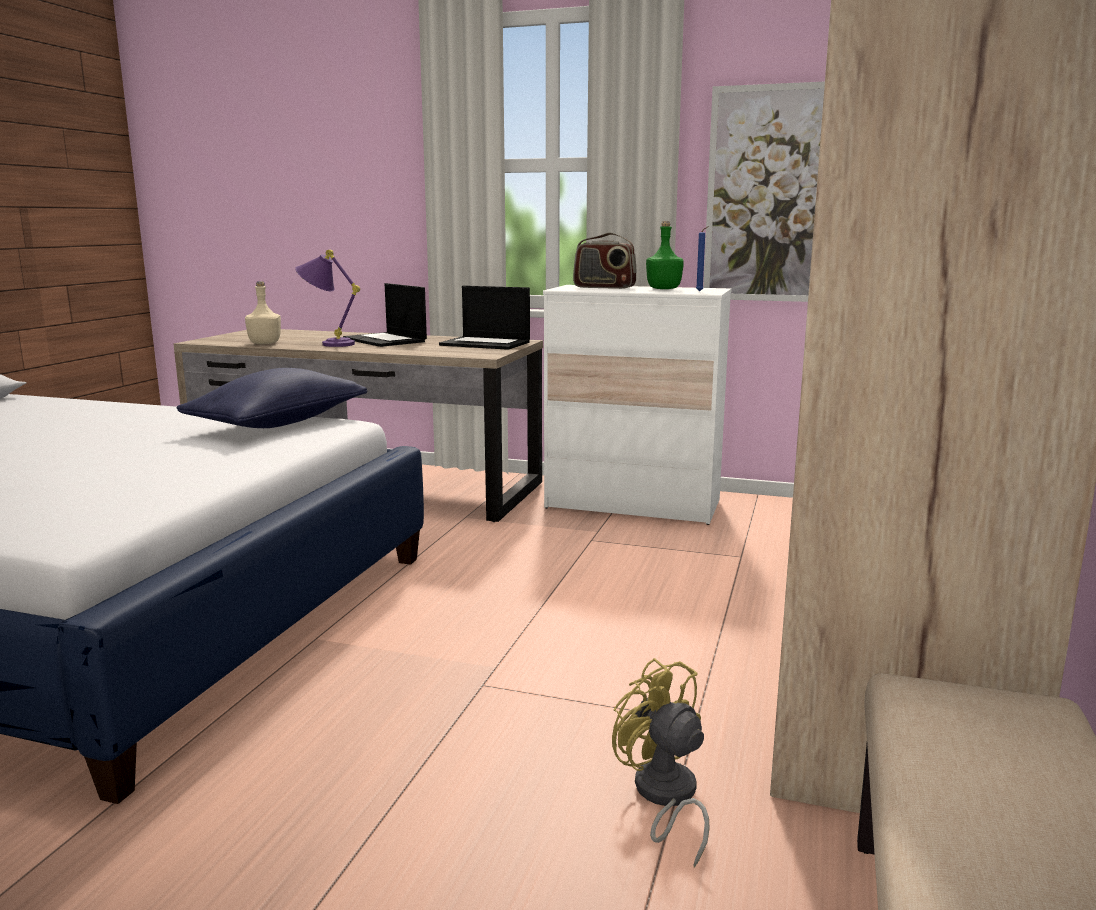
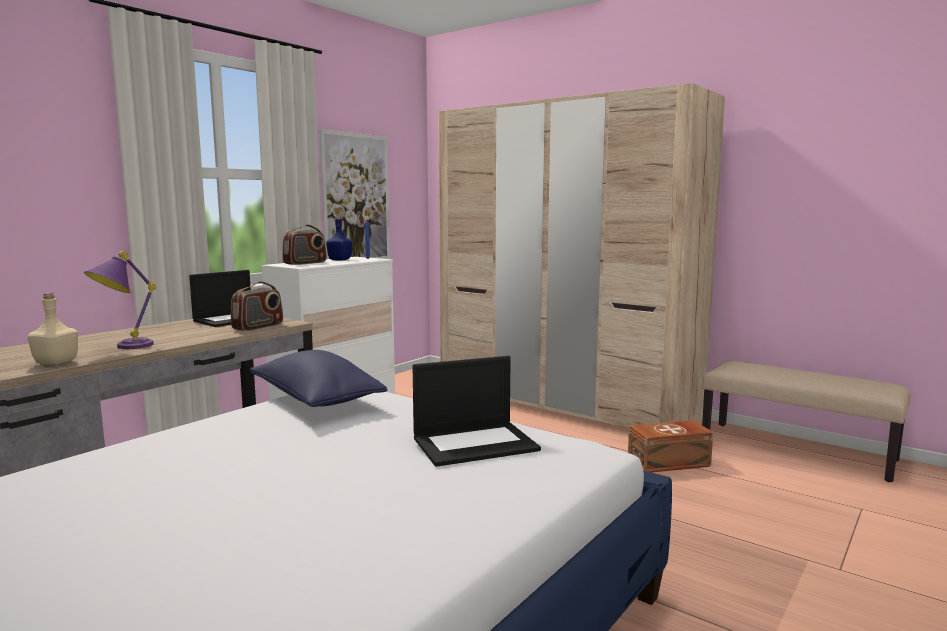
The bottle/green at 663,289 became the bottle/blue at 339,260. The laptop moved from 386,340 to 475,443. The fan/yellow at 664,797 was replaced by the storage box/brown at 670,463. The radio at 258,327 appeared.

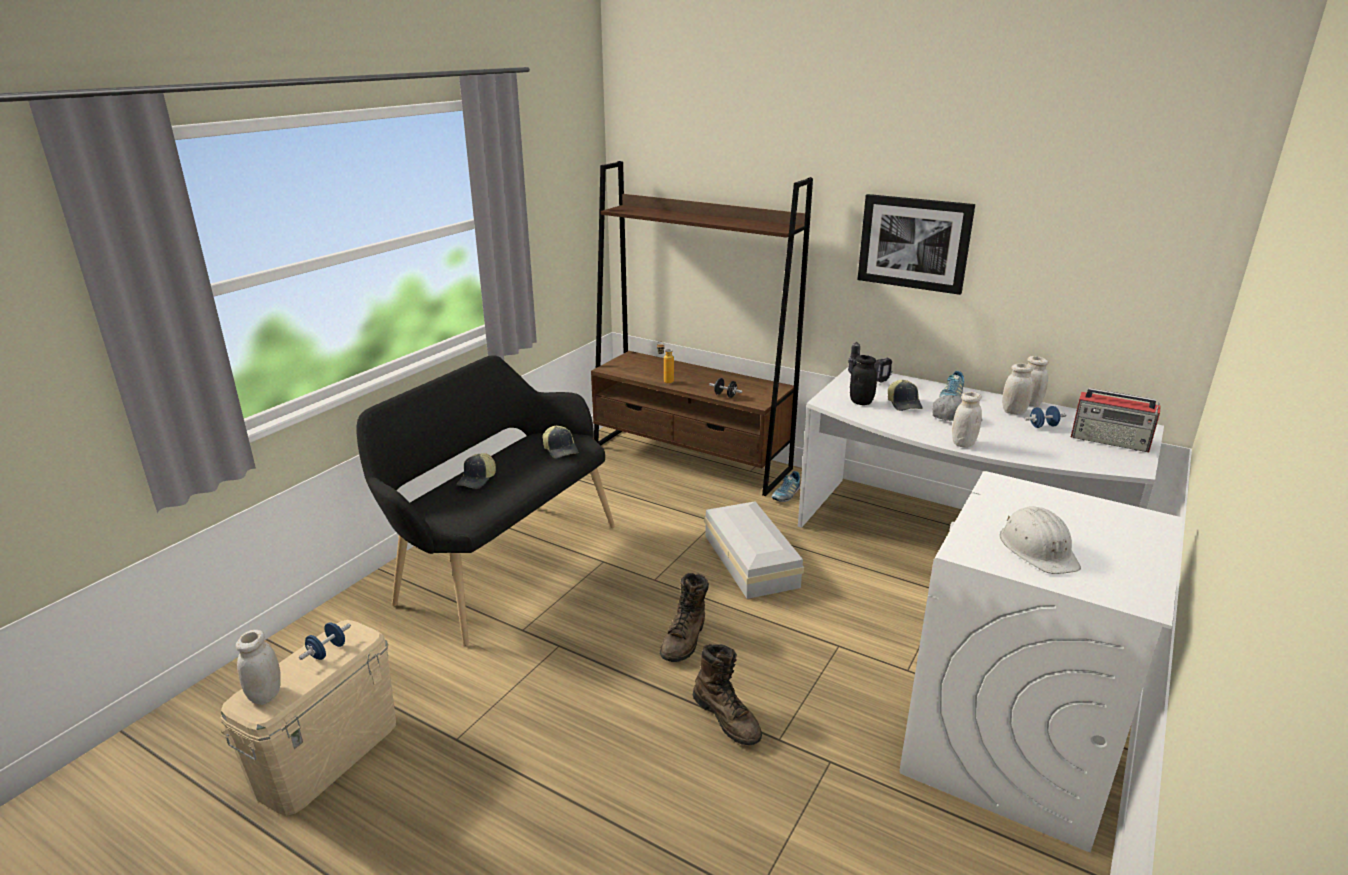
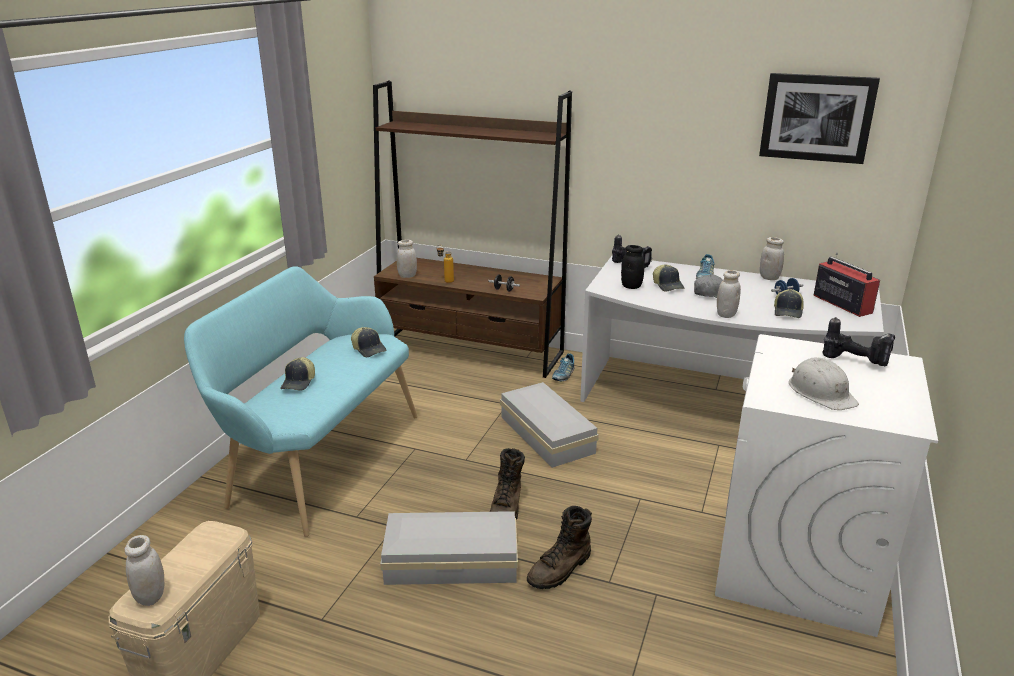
The picture moved from 914,243 to 817,118. The bench/black at 500,562 became the bench/turquoise at 318,459. The jar/white moved from 1014,411 to 407,276. The radio at 1111,441 turned 135 degrees counterclockwise. The dumbbell/blue at 327,651 disappeared. The boot/brown at 727,718 turned 90 degrees clockwise. The cap at 788,312 appeared. The power drill at 857,361 appeared. The storage box/white at 449,560 appeared.

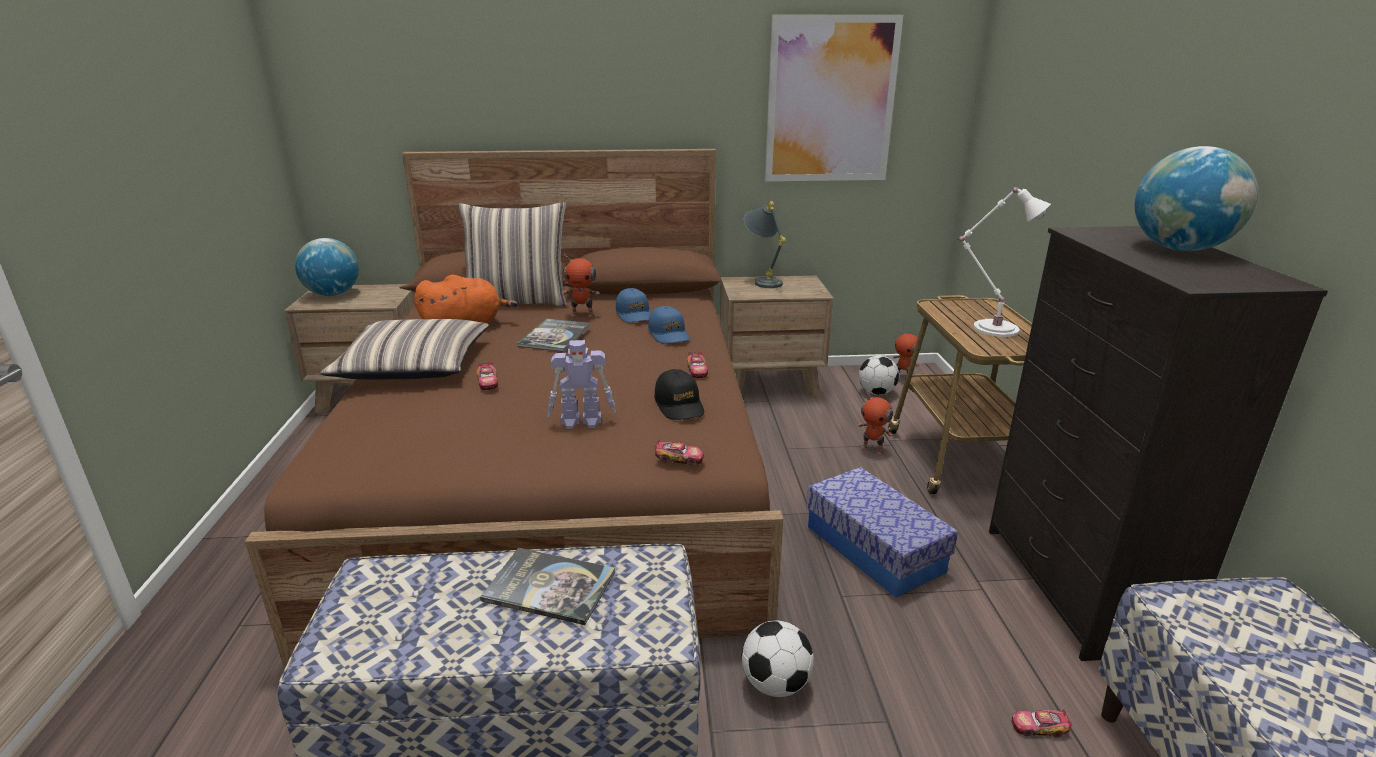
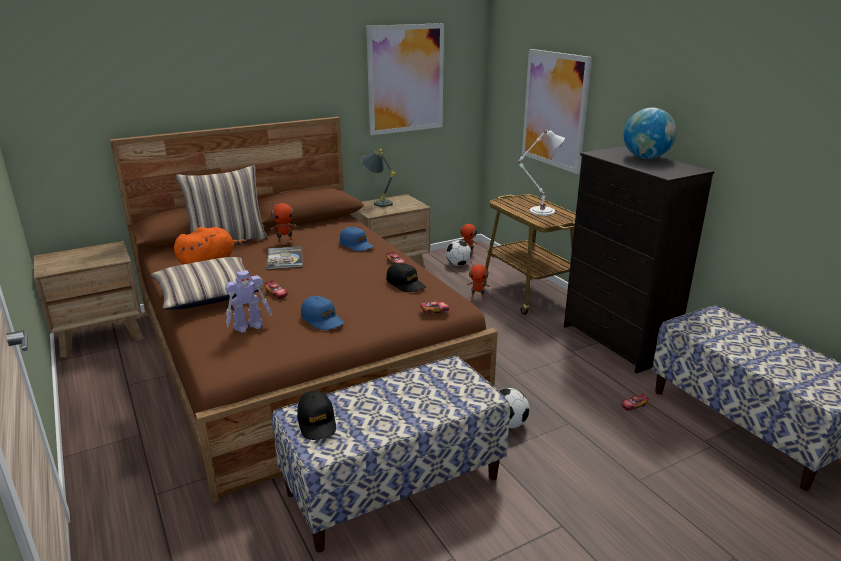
The globe at 333,294 disappeared. The cap/blue moved from 634,314 to 322,319. The toy robot moved from 582,421 to 249,326. The storage box at 873,548 disappeared. The book at 549,586 disappeared. The picture at 555,110 appeared. The cap/black at 317,422 appeared.

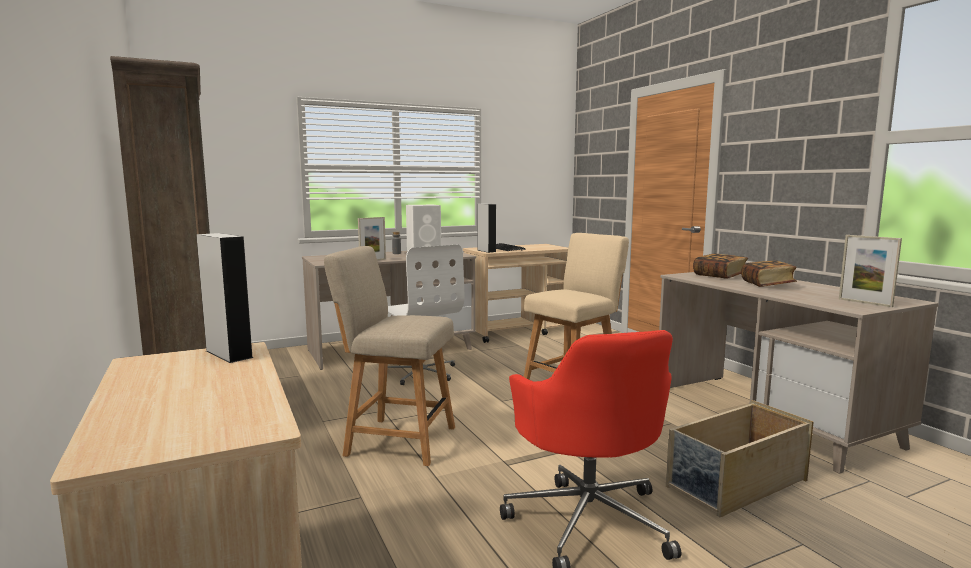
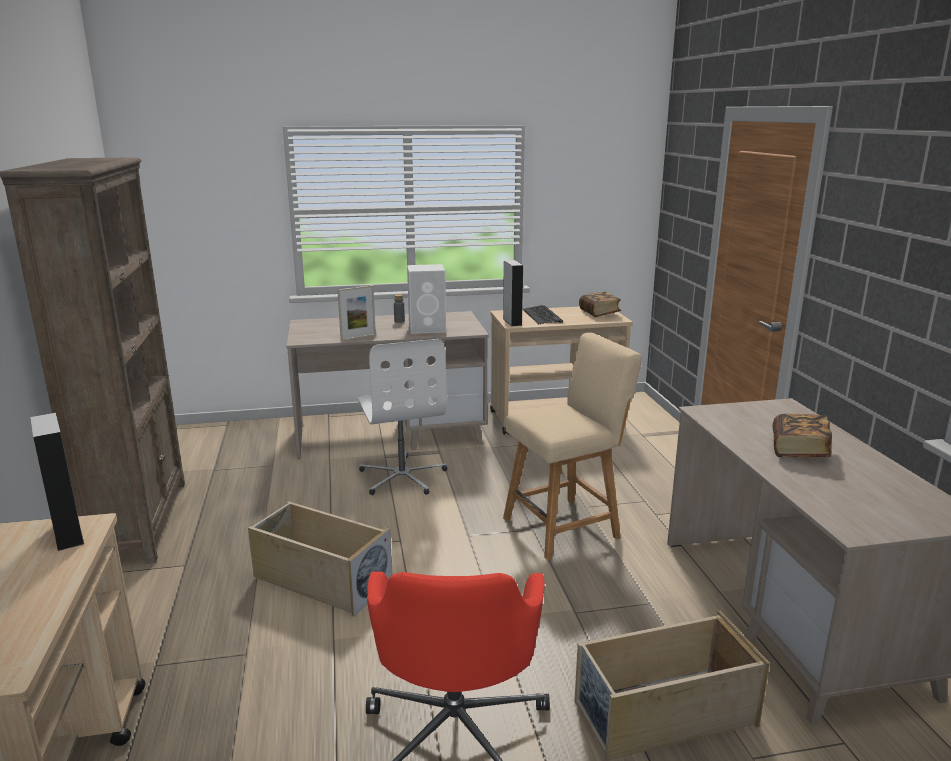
The picture frame at 865,303 disappeared. The chair/beige at 396,440 was replaced by the storage box/beige at 321,579. The book moved from 719,276 to 599,313.

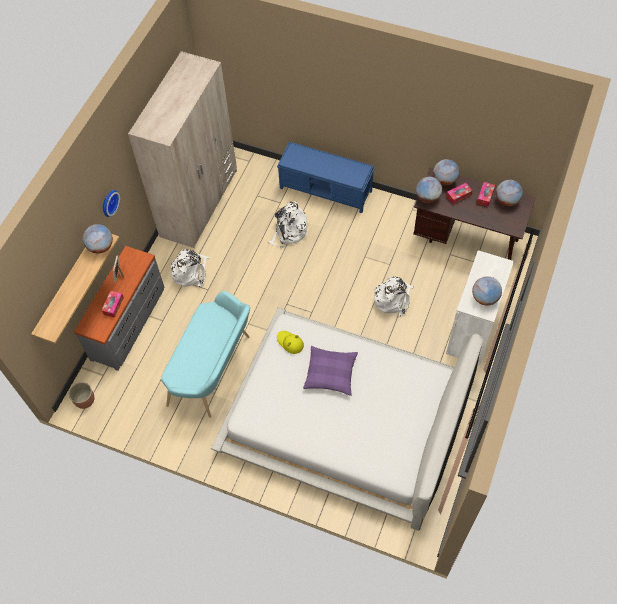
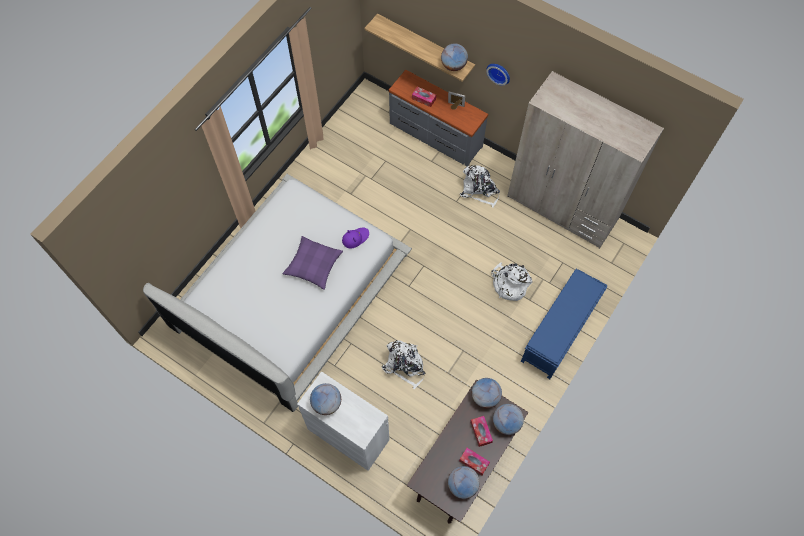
The bench/turquoise at 214,371 disappeared. The hat/yellow at 290,343 became the hat/purple at 355,238. The planter at 85,400 disappeared.

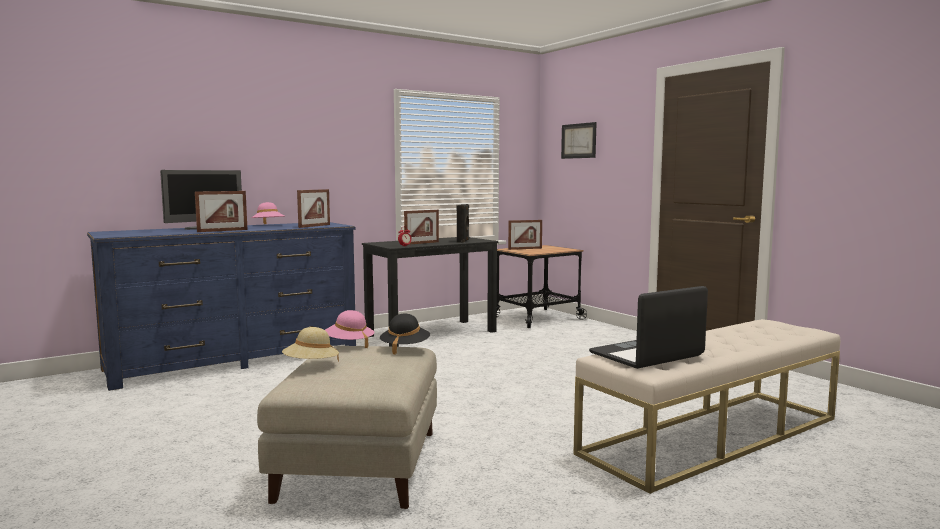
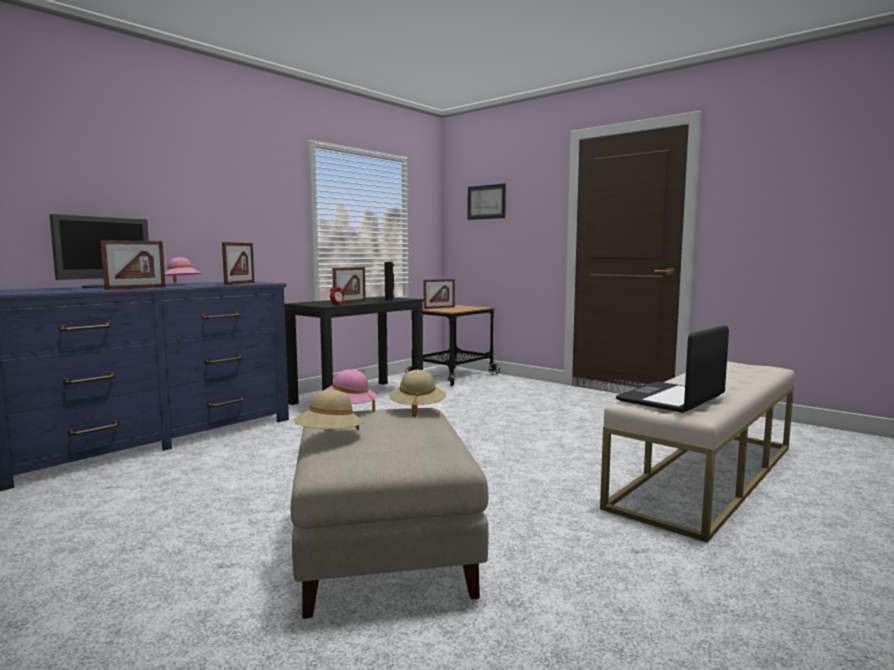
The hat/black at 405,348 became the hat/beige at 417,409.

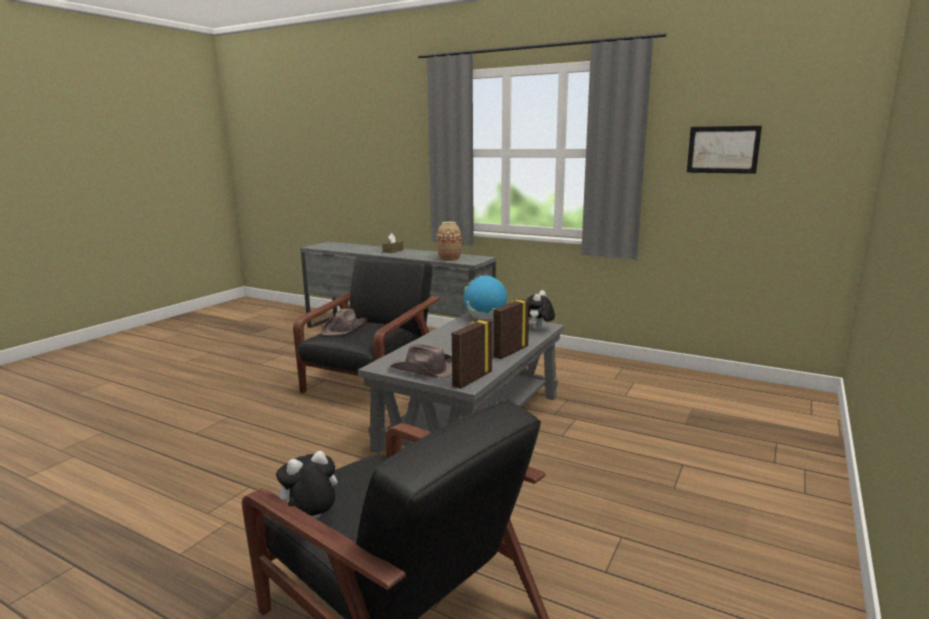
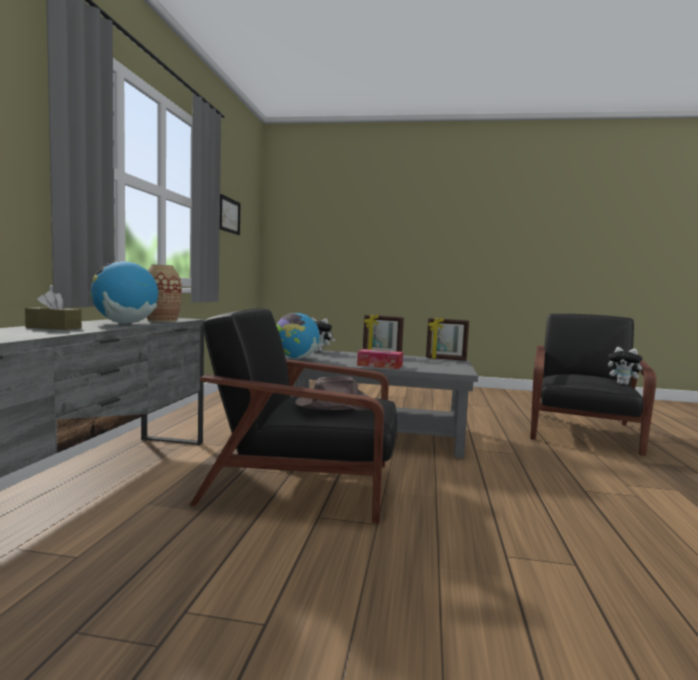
The hat/brown at 425,370 disappeared. The globe at 125,323 appeared. The tissue box at 379,365 appeared.

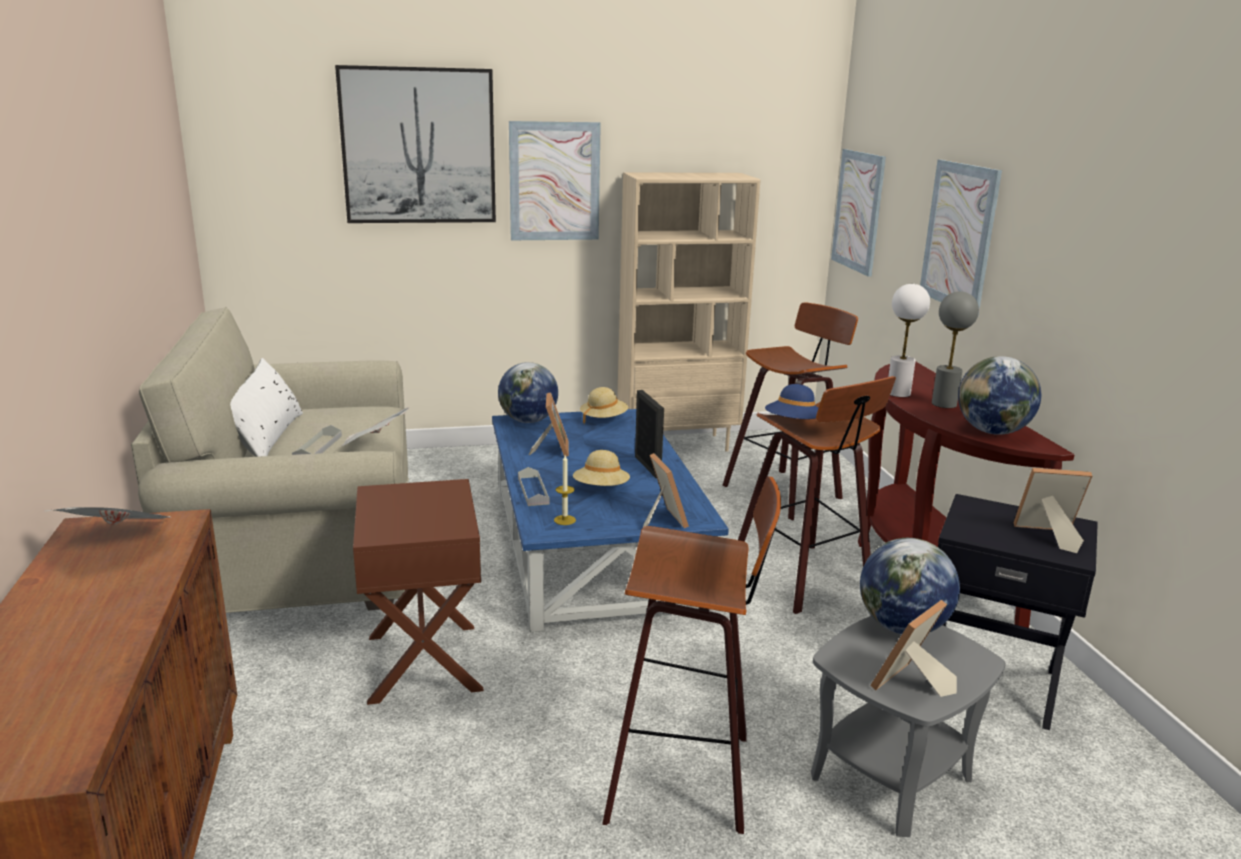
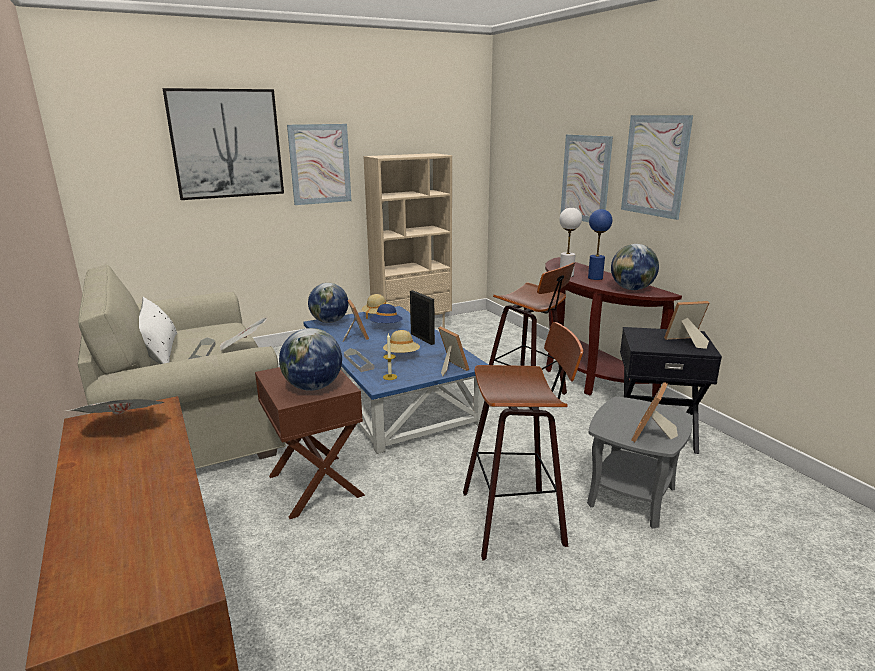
The picture moved from 858,211 to 655,166. The table lamp/grey at 943,404 became the table lamp/blue at 595,278. The stool at 785,491 disappeared. The hat/blue moved from 793,424 to 386,326. The globe moved from 902,627 to 313,387.

